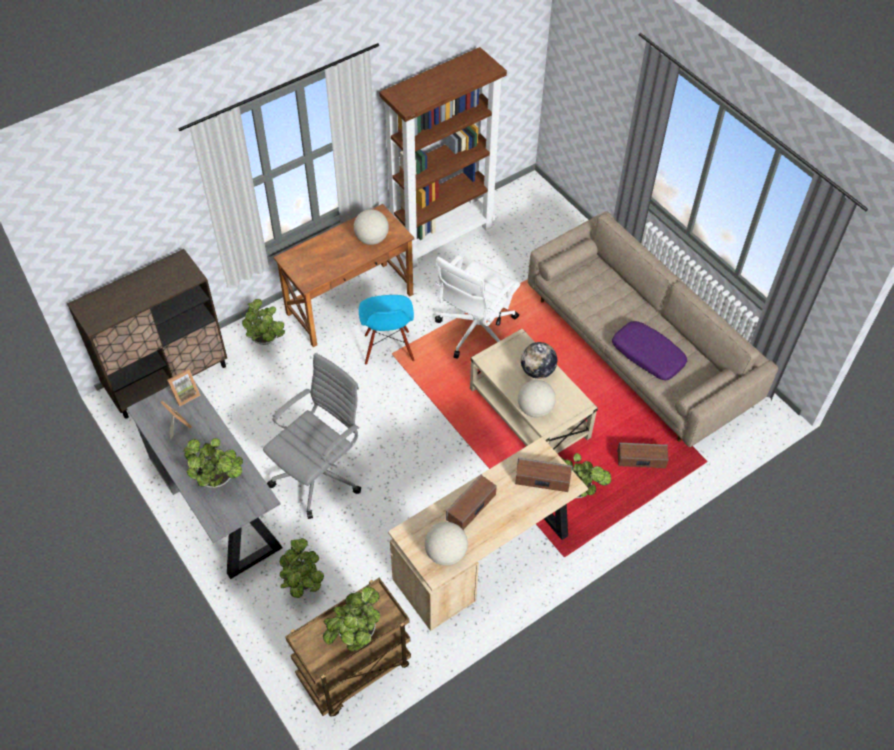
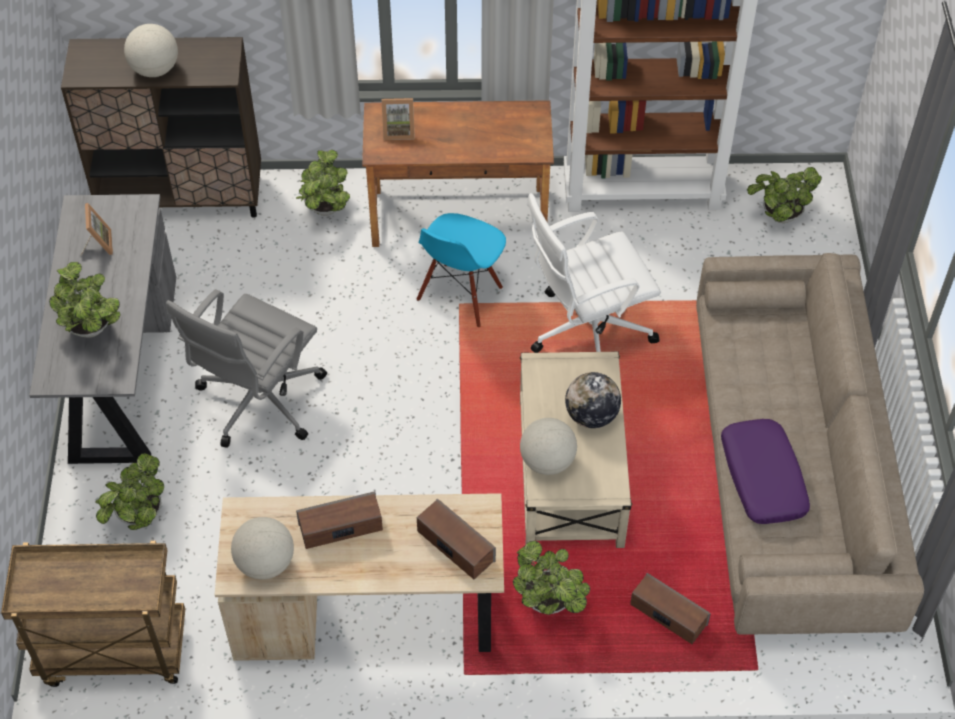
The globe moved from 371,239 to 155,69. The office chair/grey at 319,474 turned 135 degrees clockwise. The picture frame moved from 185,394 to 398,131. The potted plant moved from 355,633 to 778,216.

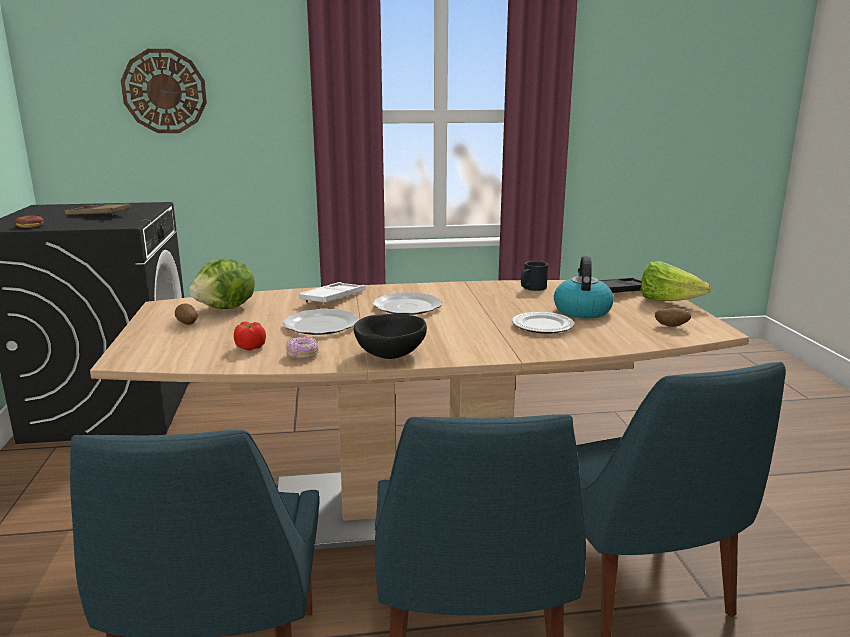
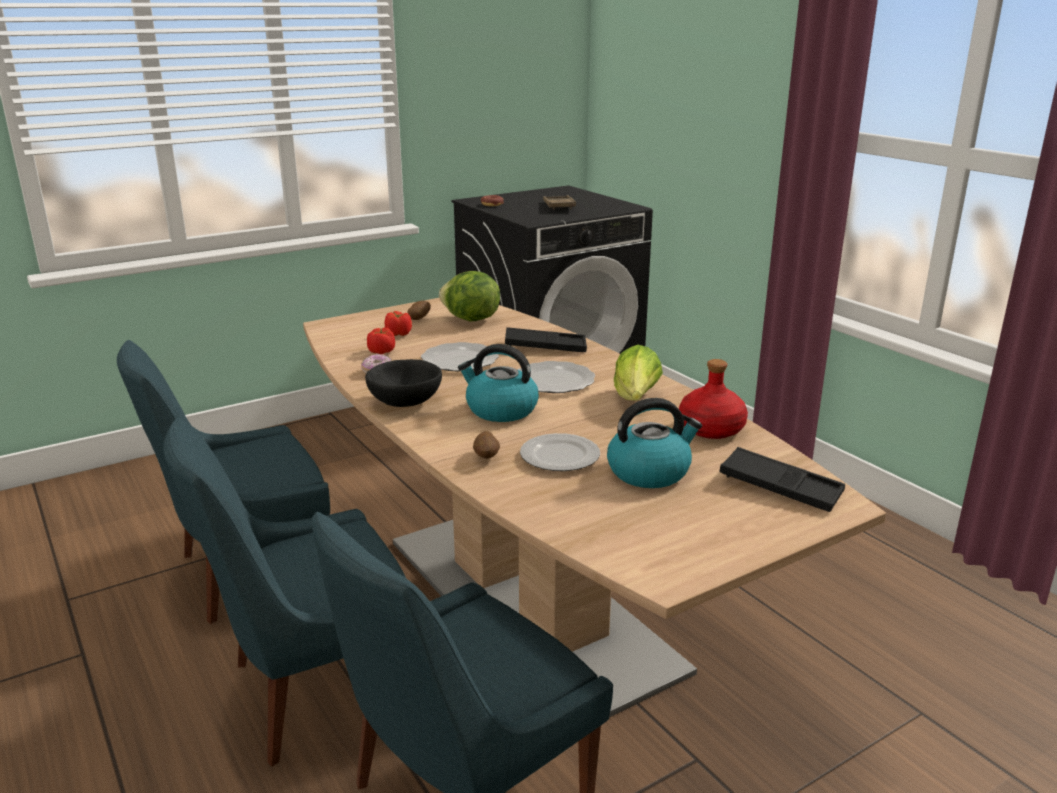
The wall clock at 164,91 disappeared. The mug/black at 531,288 was replaced by the bottle/red at 710,429. The lettuce moved from 667,301 to 635,399. The tray/white at 333,298 became the tray/black at 545,346. The potato moved from 671,326 to 486,457. The tomato at 399,334 appeared. The kettle at 500,410 appeared.

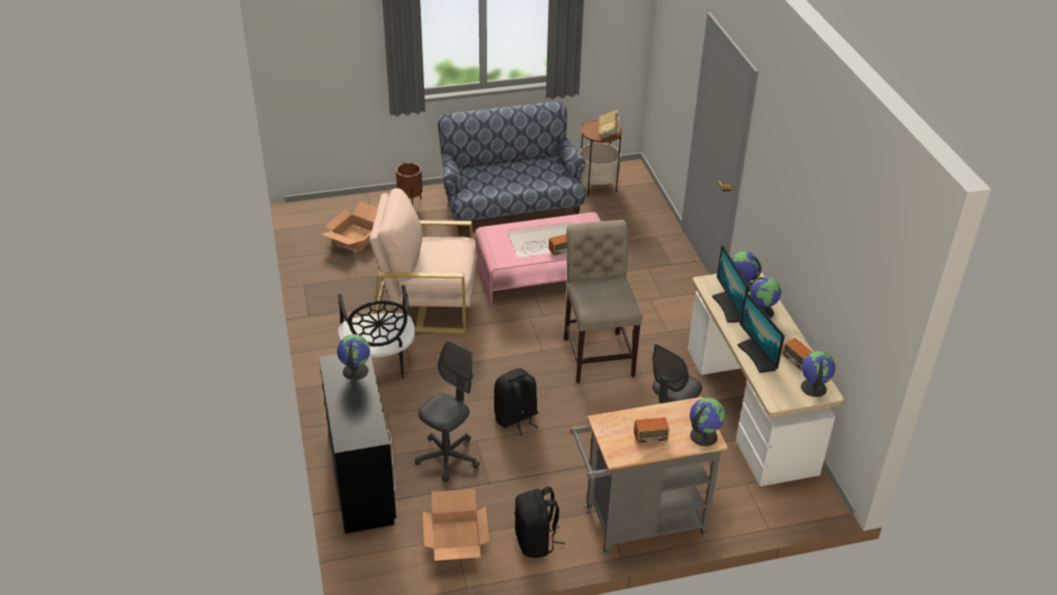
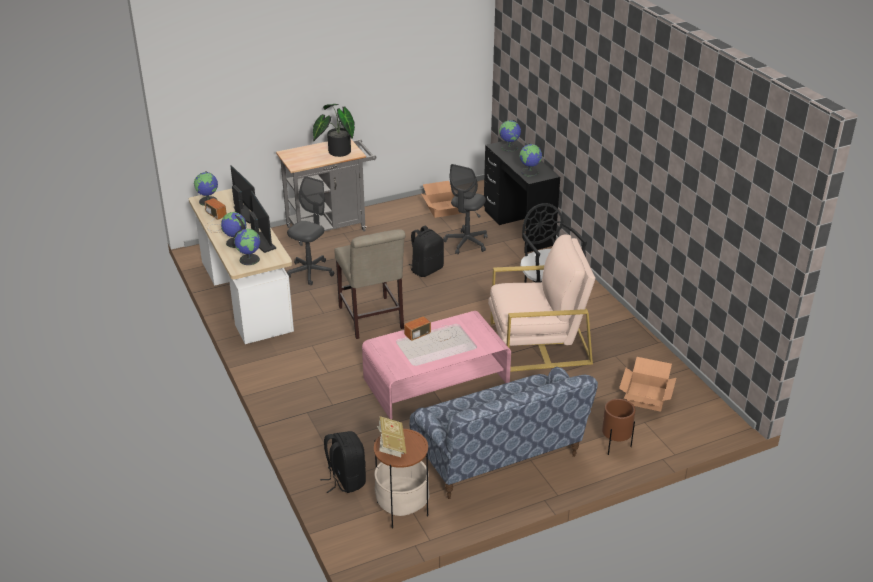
The globe moved from 703,435 to 509,147. The radio at 631,430 was replaced by the potted plant at 336,152. The backpack/black moved from 536,541 to 345,480.

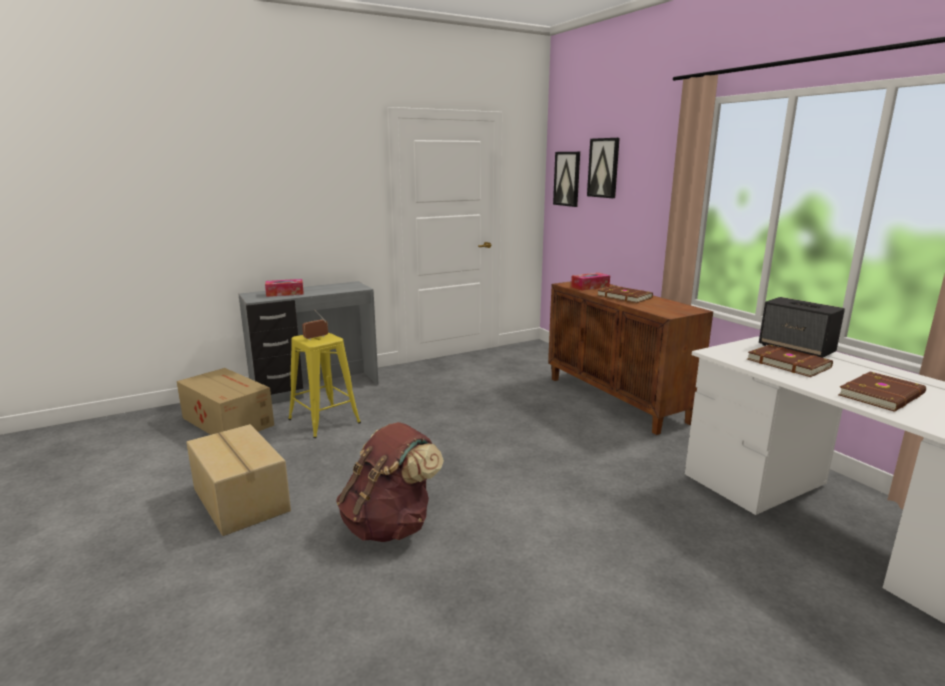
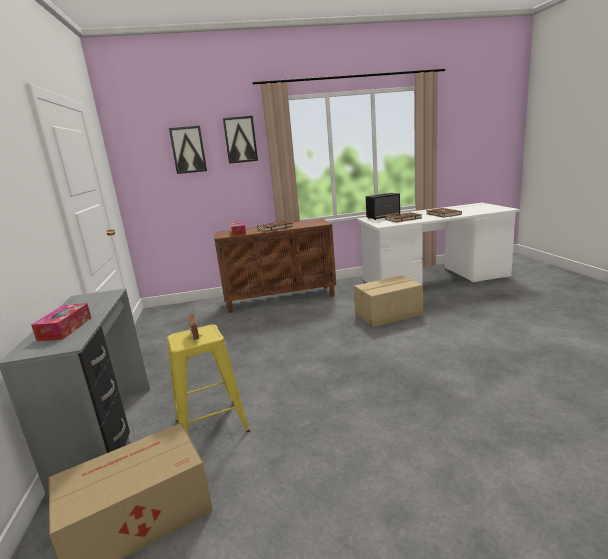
The picture moved from 567,179 to 240,139. The backpack/brown at 390,525 disappeared. The cardboard box moved from 239,500 to 389,315.

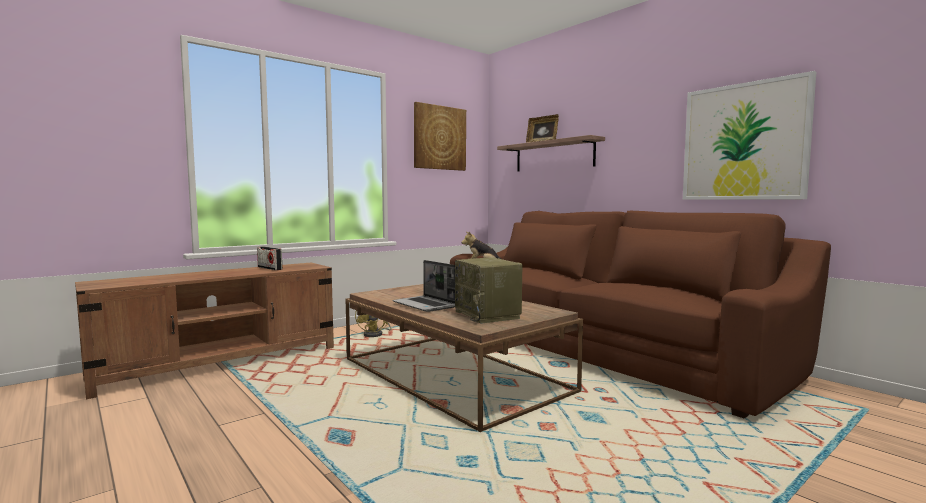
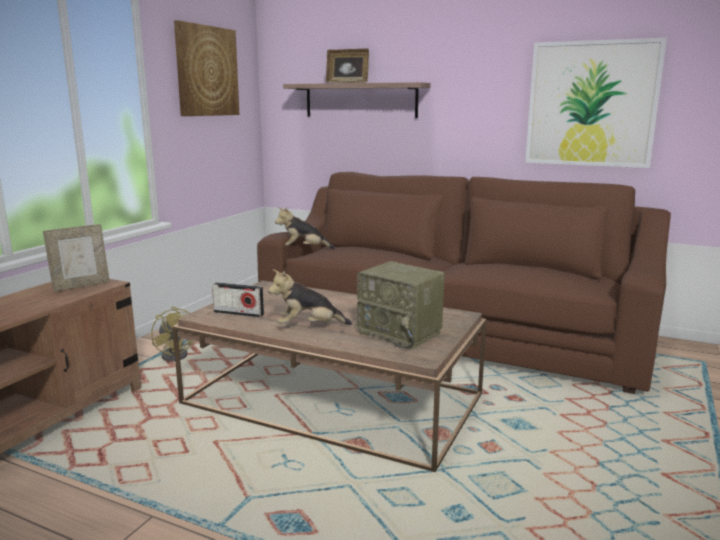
The radio moved from 269,268 to 239,313. The laptop at 426,305 was replaced by the plush toy at 308,327. The picture frame at 81,286 appeared.

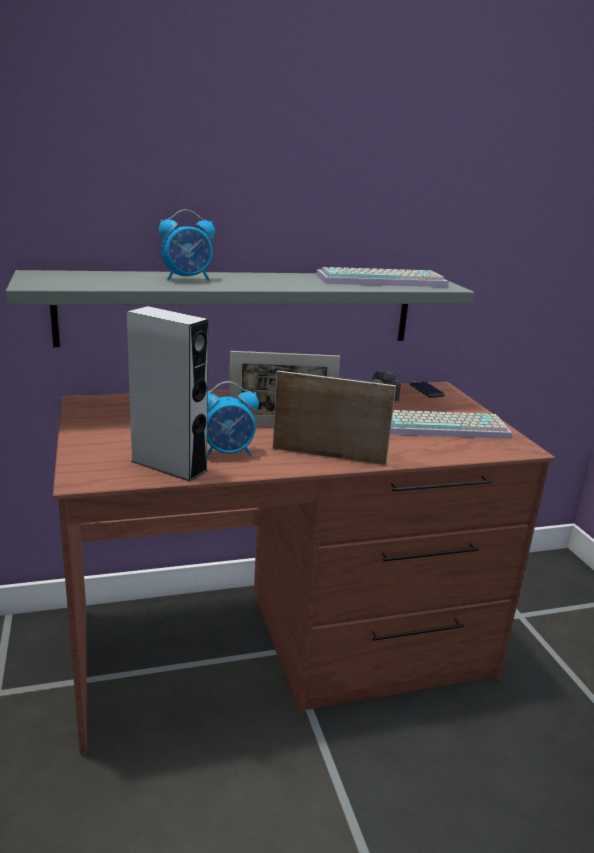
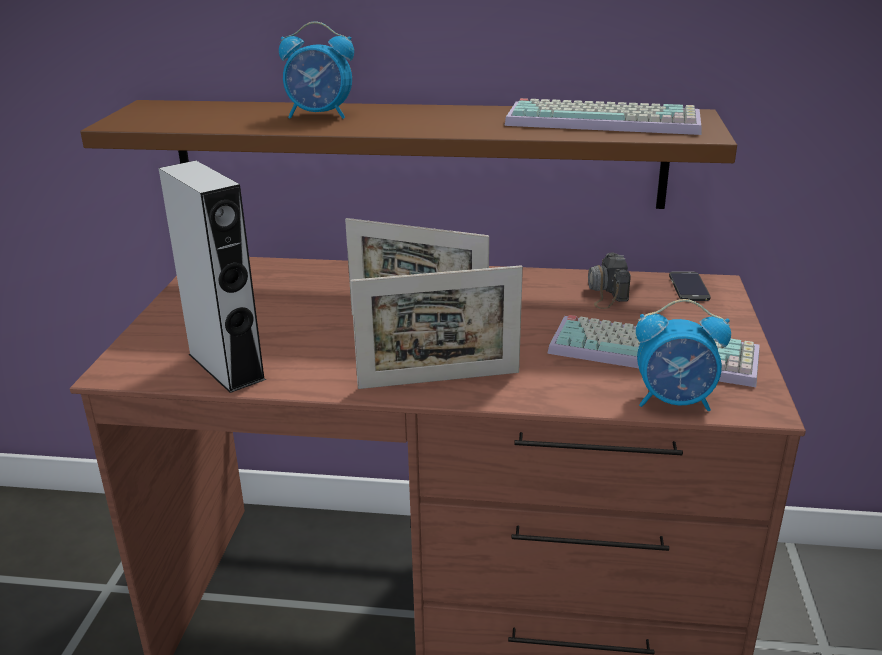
The shelf/grey at 241,308 became the shelf/brown at 416,153. The picture frame at 328,456 turned 135 degrees clockwise. The alarm clock moved from 227,453 to 675,401.

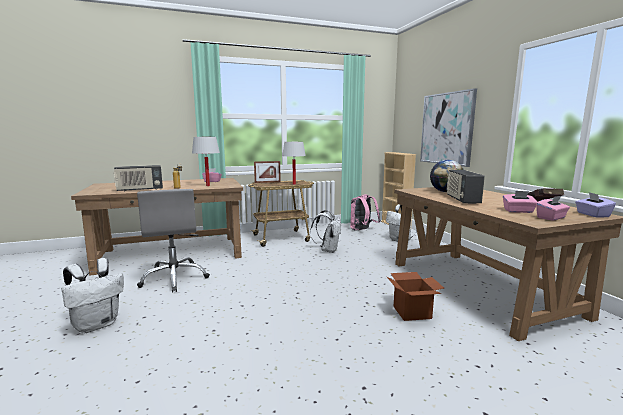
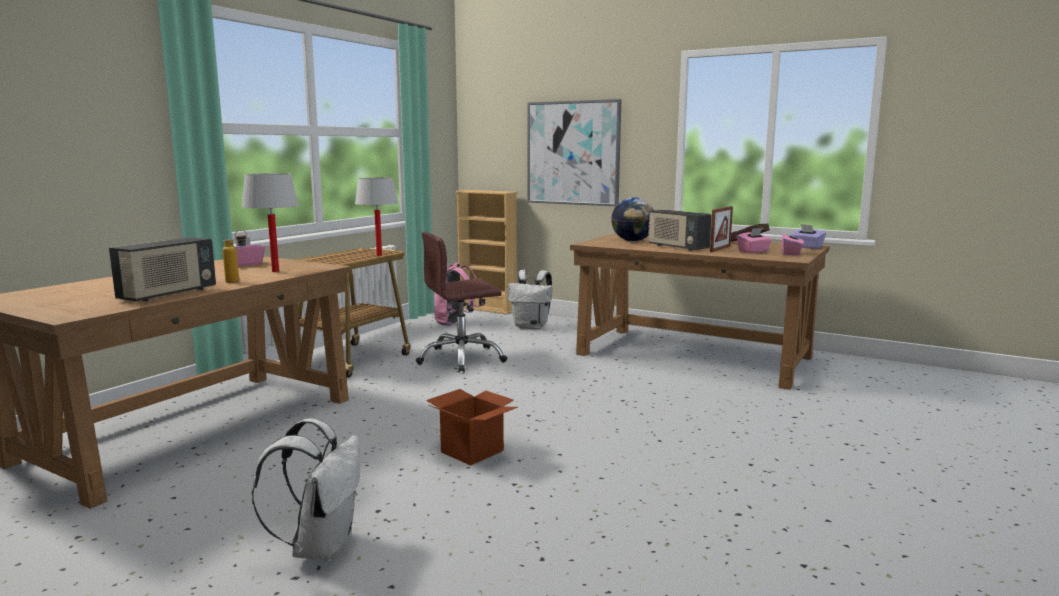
The picture frame moved from 267,182 to 720,249. The office chair/grey at 175,278 disappeared. The backpack/white at 328,250 was replaced by the office chair/brown at 461,359. The cardboard box moved from 412,312 to 472,451.

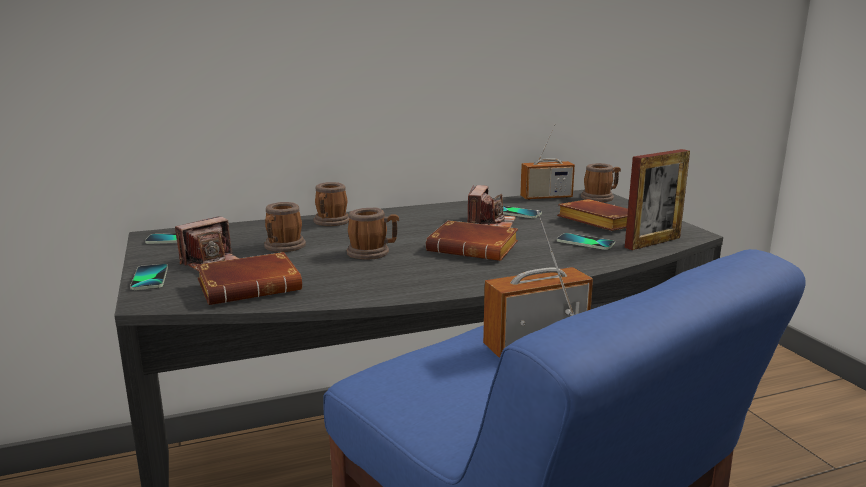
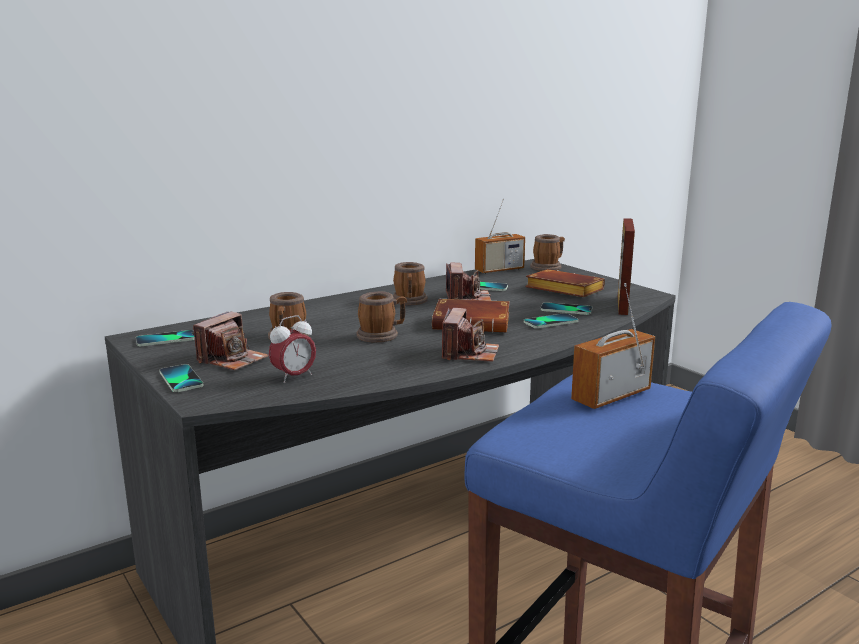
The picture frame at 652,242 turned 150 degrees clockwise. The mug moved from 330,222 to 410,301. The book/brown at 252,286 was replaced by the alarm clock at 294,377. The photo camera at 469,353 appeared. The phone at 550,322 appeared.

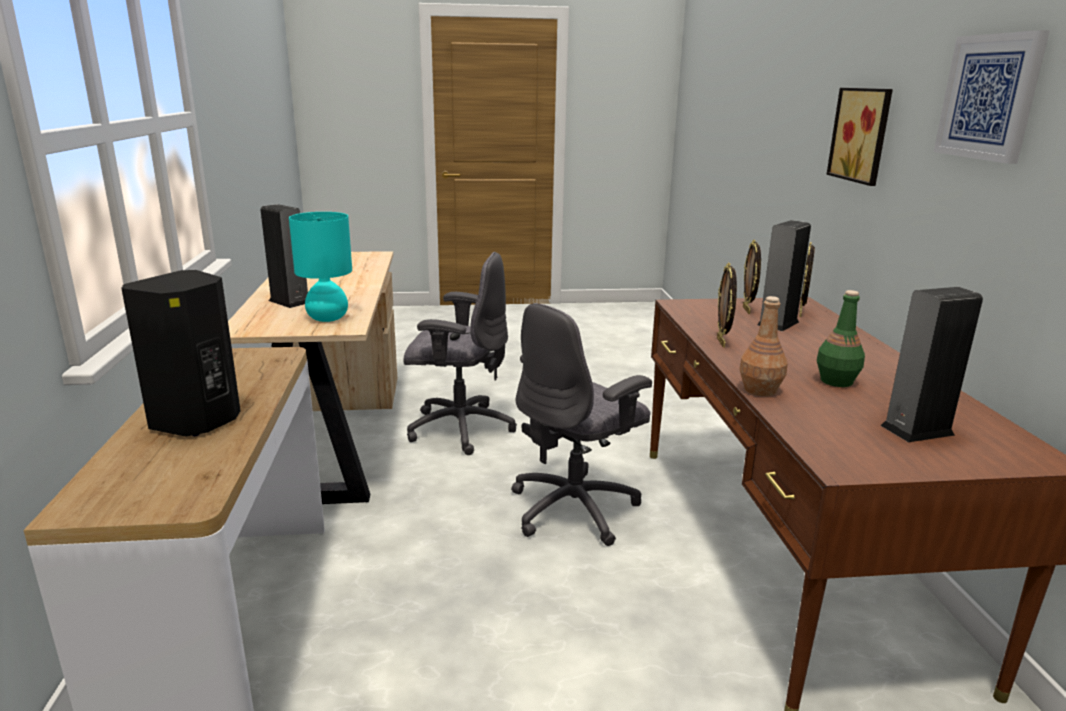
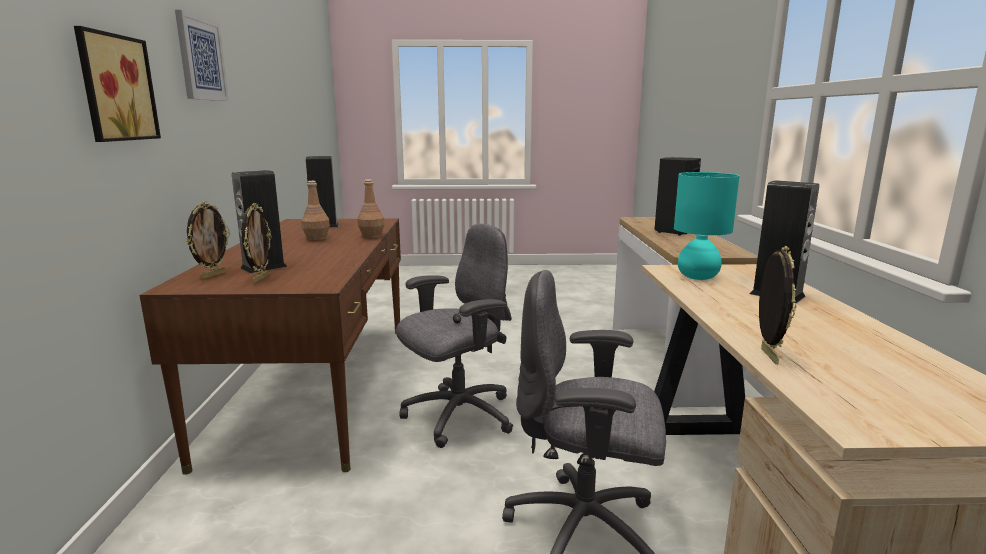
The picture frame moved from 722,342 to 767,356. The bottle/green at 836,381 became the bottle/brown at 317,238.

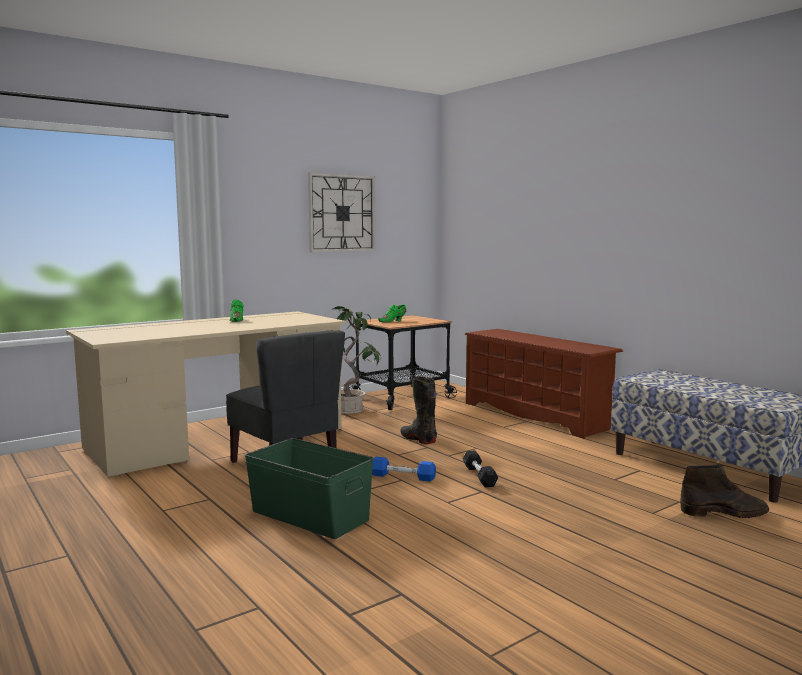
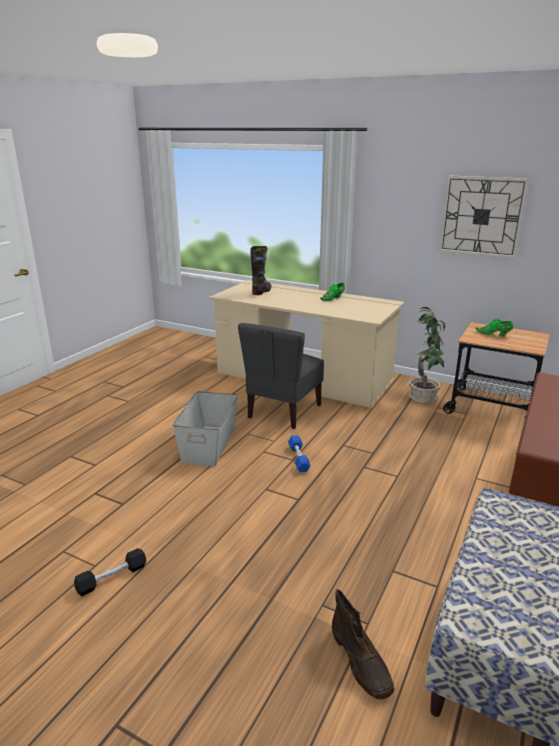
The boot/black moved from 418,439 to 262,292. The storage box/green at 309,516 became the storage box/grey at 208,445. The dumbbell/black moved from 479,476 to 112,578.

